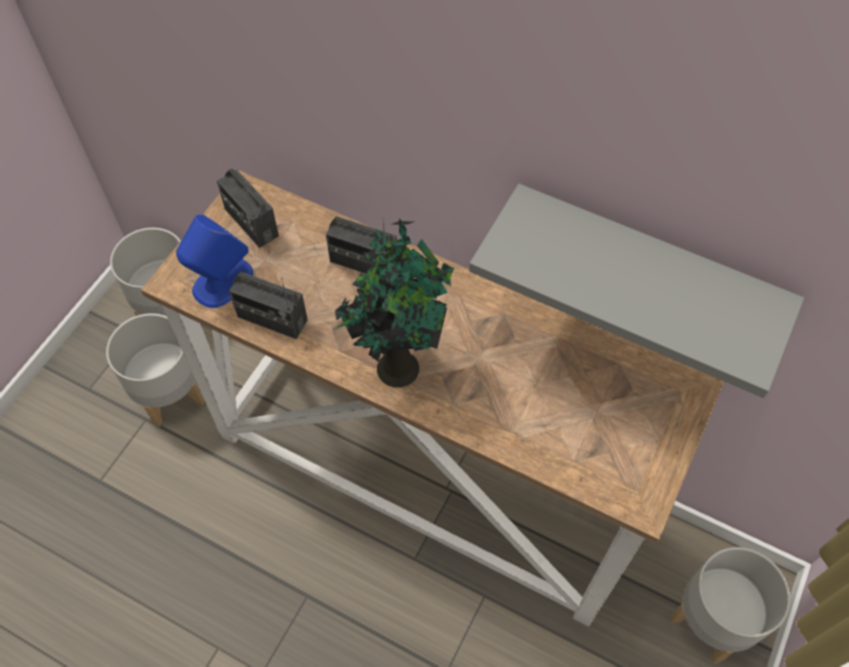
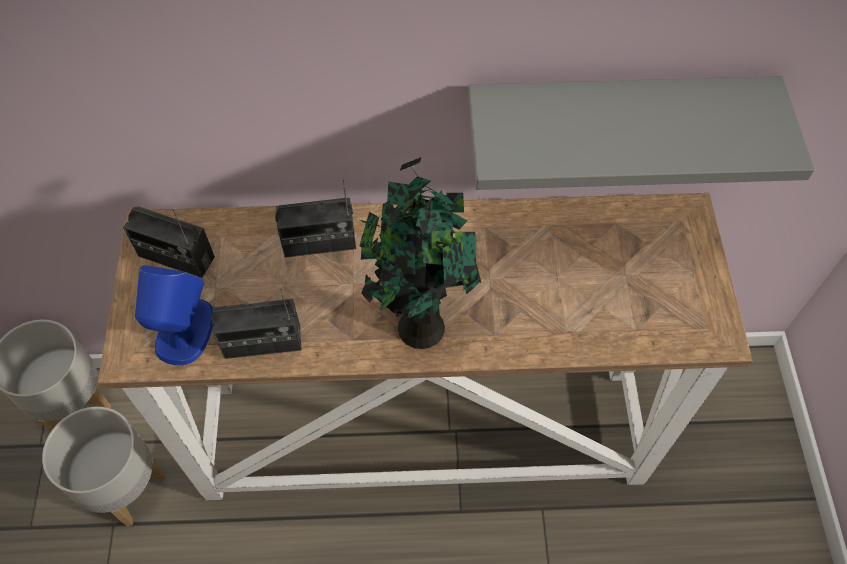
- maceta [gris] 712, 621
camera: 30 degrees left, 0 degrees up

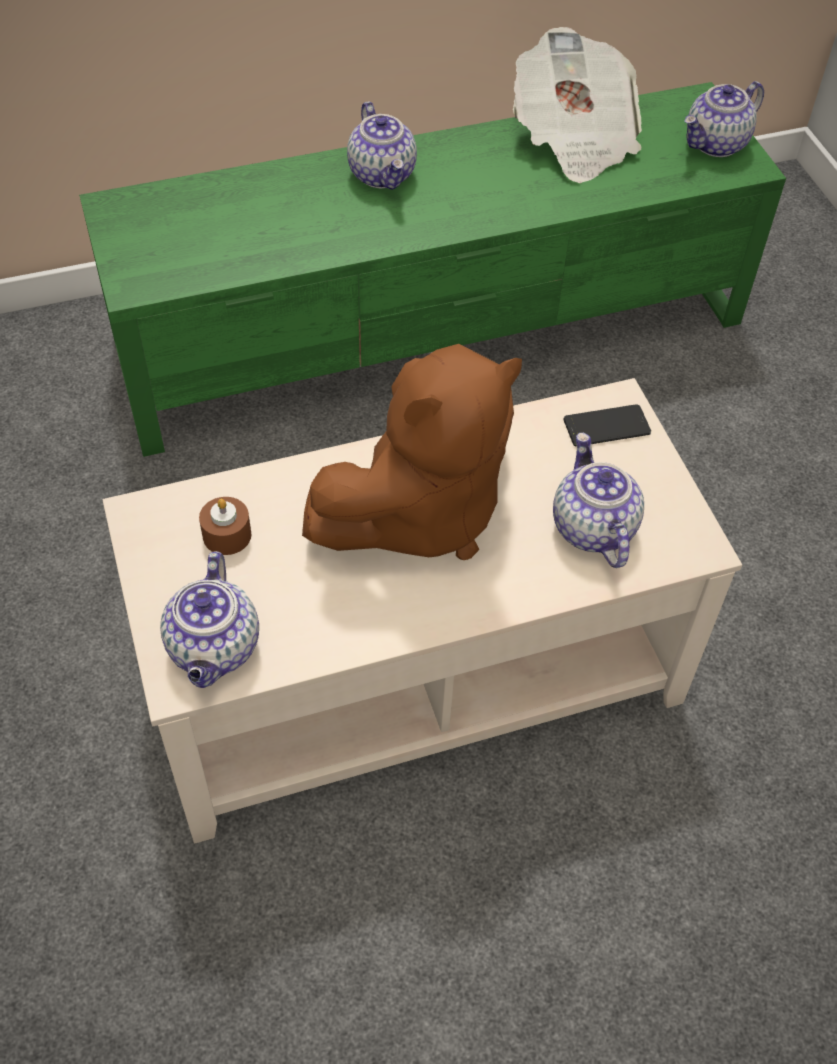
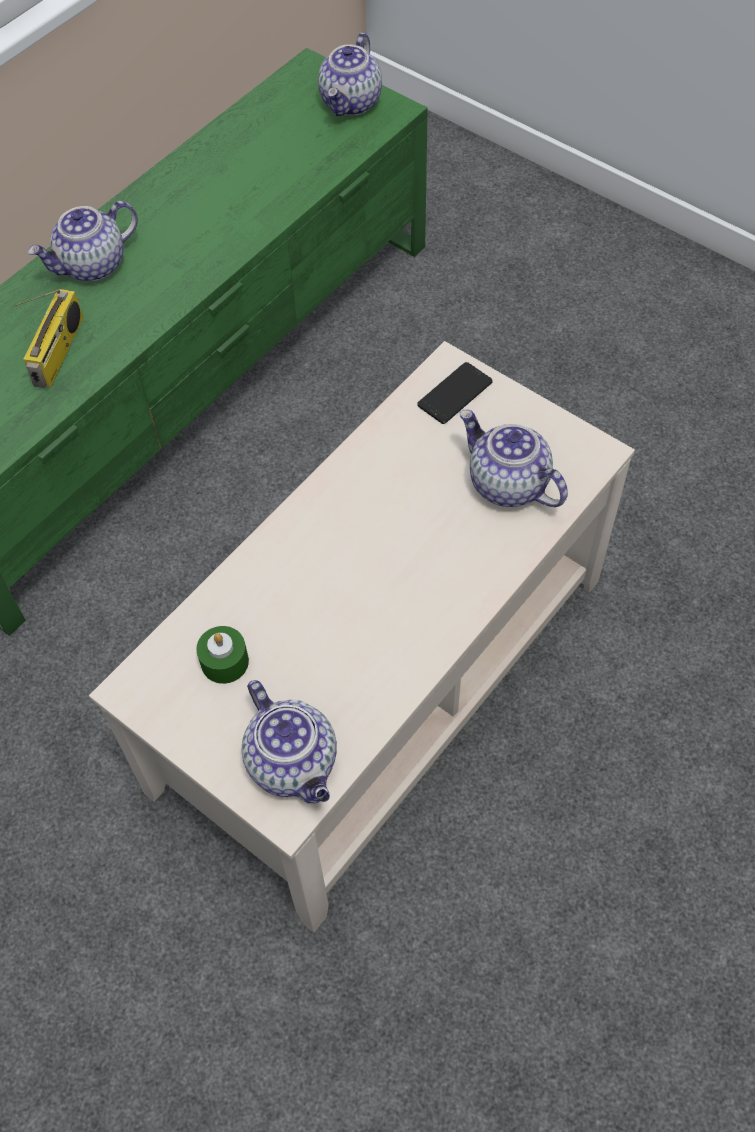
+ radio 59, 352
~ tetera 383, 174 = 93, 265 105 degrees clockwise
~ vela [marrón] 227, 535 to vela [verde] 224, 662
- peluche [marrón] 419, 512
- periódico 574, 138
camera: 30 degrees left, 5 degrees up

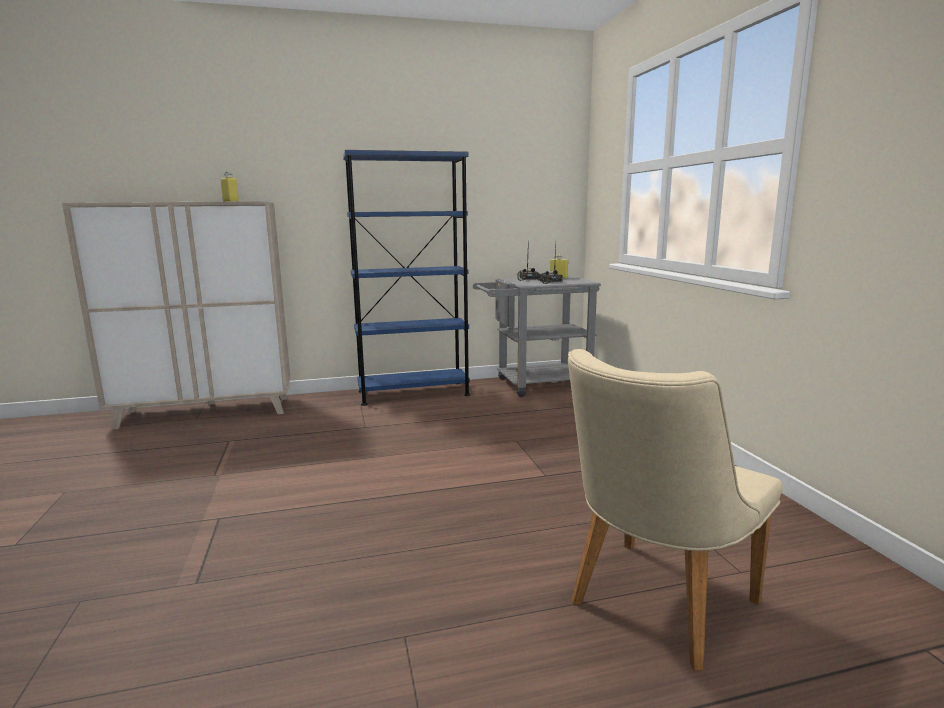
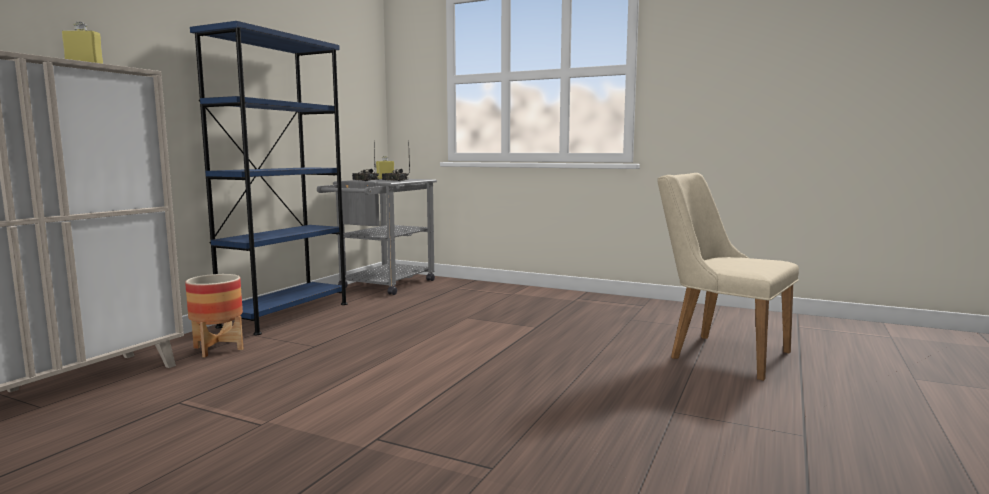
+ maceta 218, 348
~ silla [beis] 652, 608 = 718, 353 135 degrees clockwise
camera: 50 degrees left, 5 degrees down

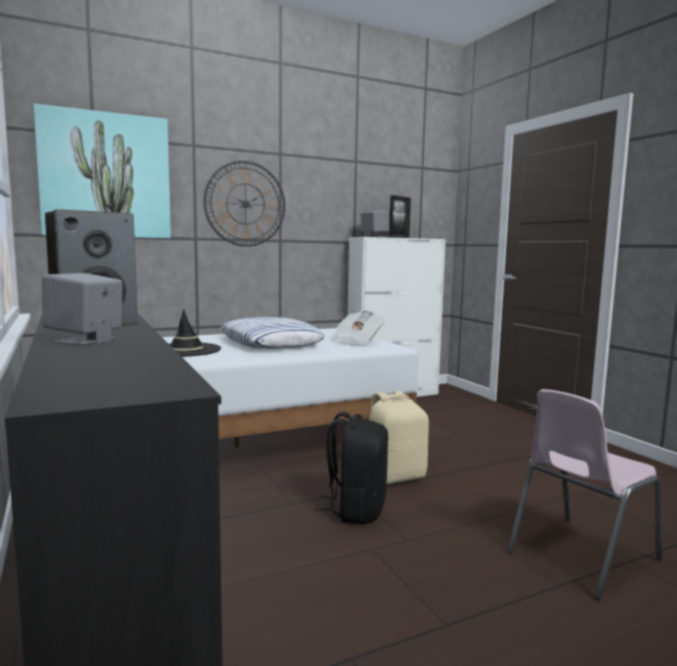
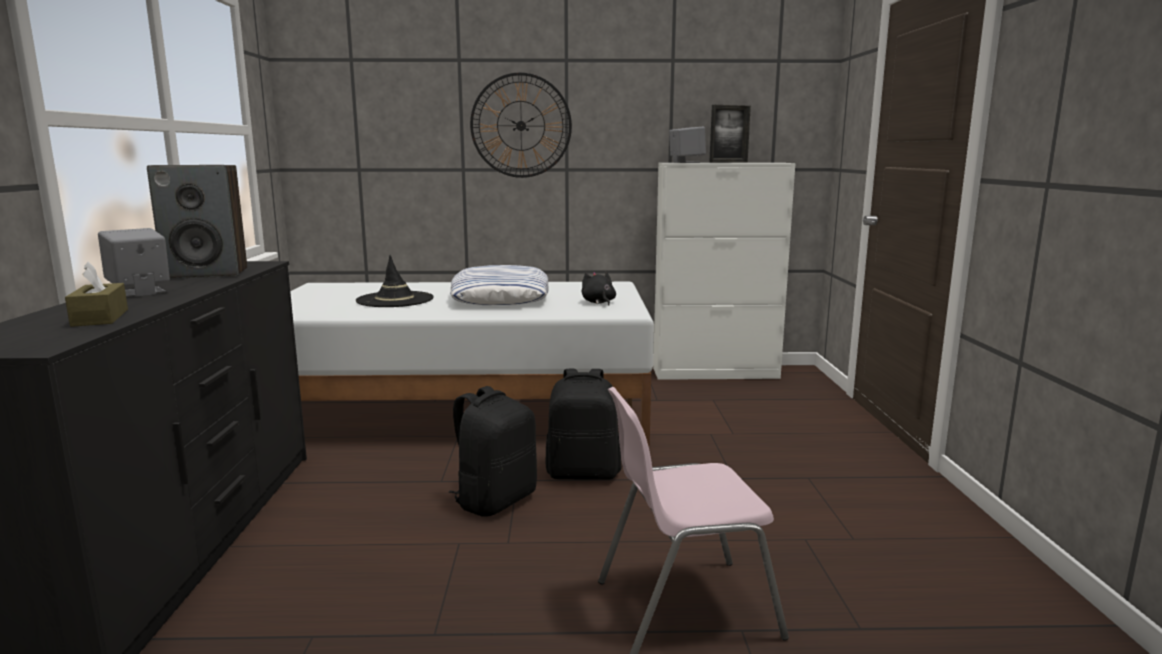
+ caja de pañuelos [marrón] 100, 318
~ mochila [beis] 394, 477 to mochila [negro] 583, 473
~ periódico 357, 342 to peluche [negro] 598, 302
- cuadro 106, 176
camera: 25 degrees right, 5 degrees up

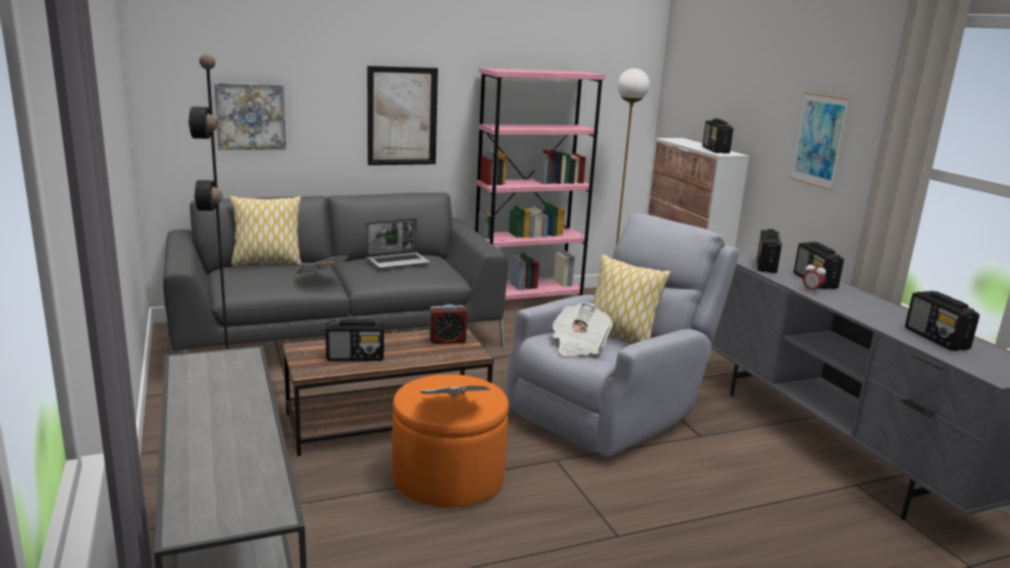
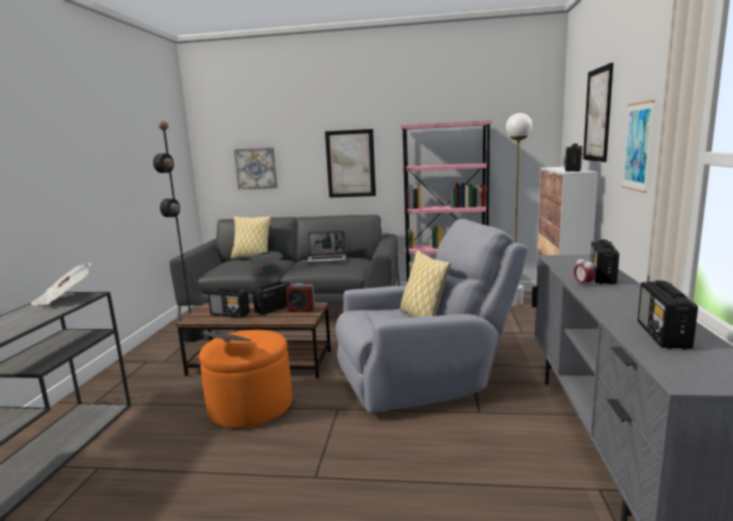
~ periódico 578, 345 to 64, 299
~ radio 766, 266 to 273, 309
+ cuadro 597, 115
camera: 30 degrees right, 5 degrees down

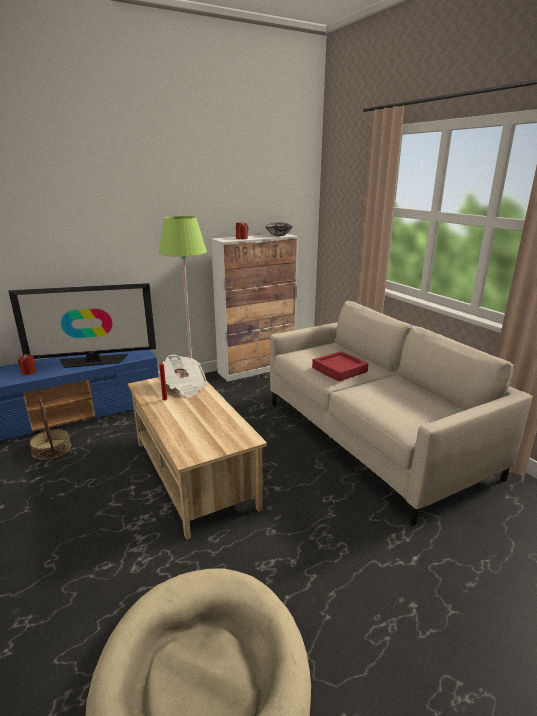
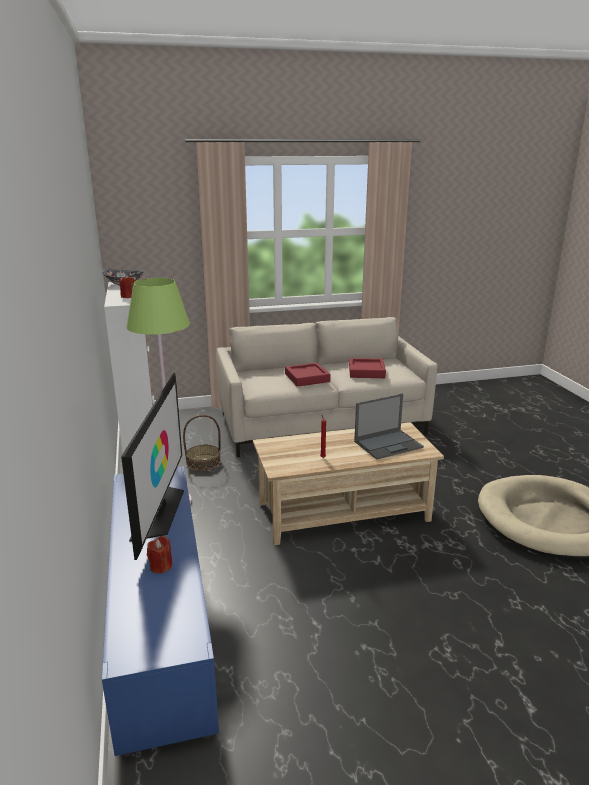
~ cesta 52, 449 to 203, 462
+ bandeja [rojo] 366, 372
+ portátil 389, 444
- periódico 184, 387
camera: 75 degrees left, 0 degrees up

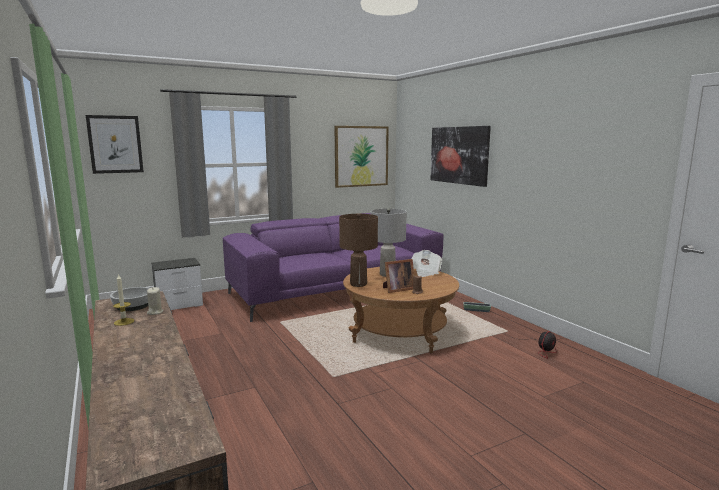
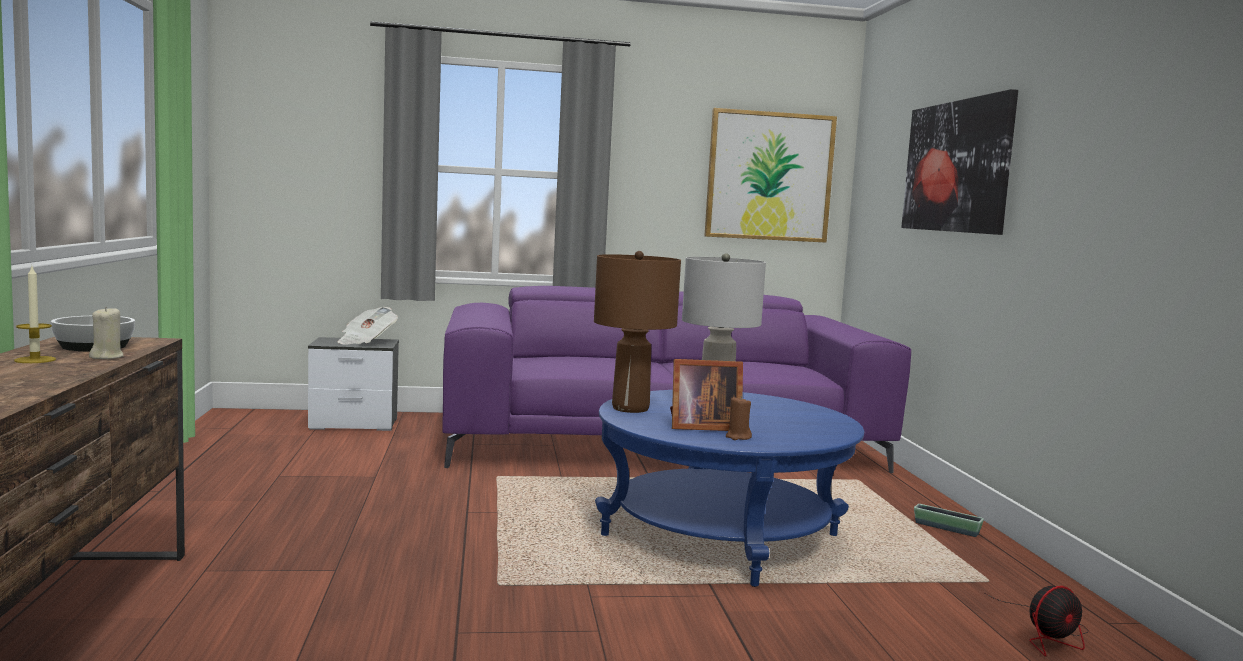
~ periódico 425, 272 to 366, 341
~ mesa de centro [marrón] 399, 332 to mesa de centro [azul] 721, 536
- cuadro 115, 144
camera: 20 degrees right, 5 degrees down

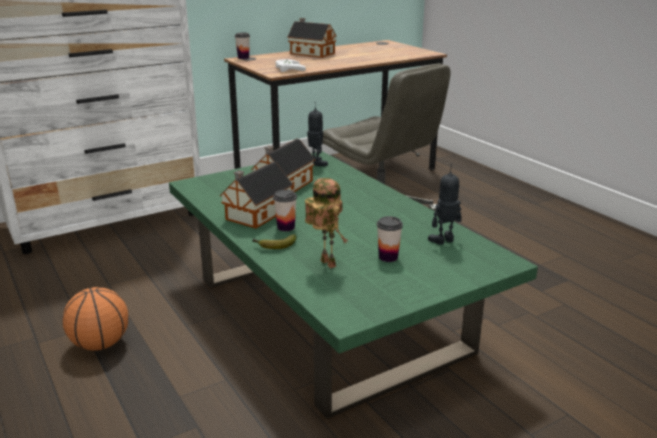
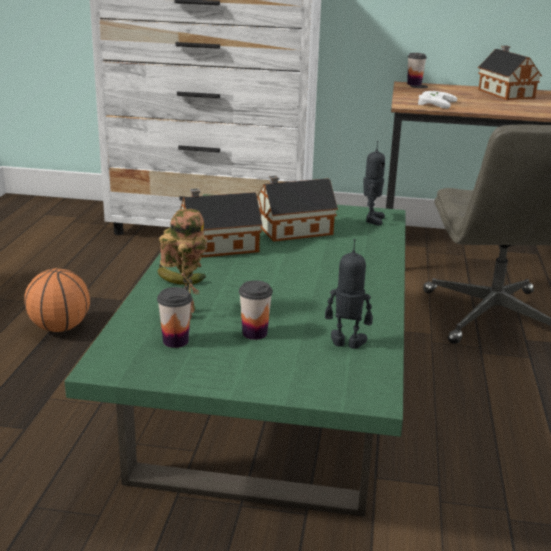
~ taza 286, 227 to 175, 341
camera: 40 degrees right, 0 degrees up

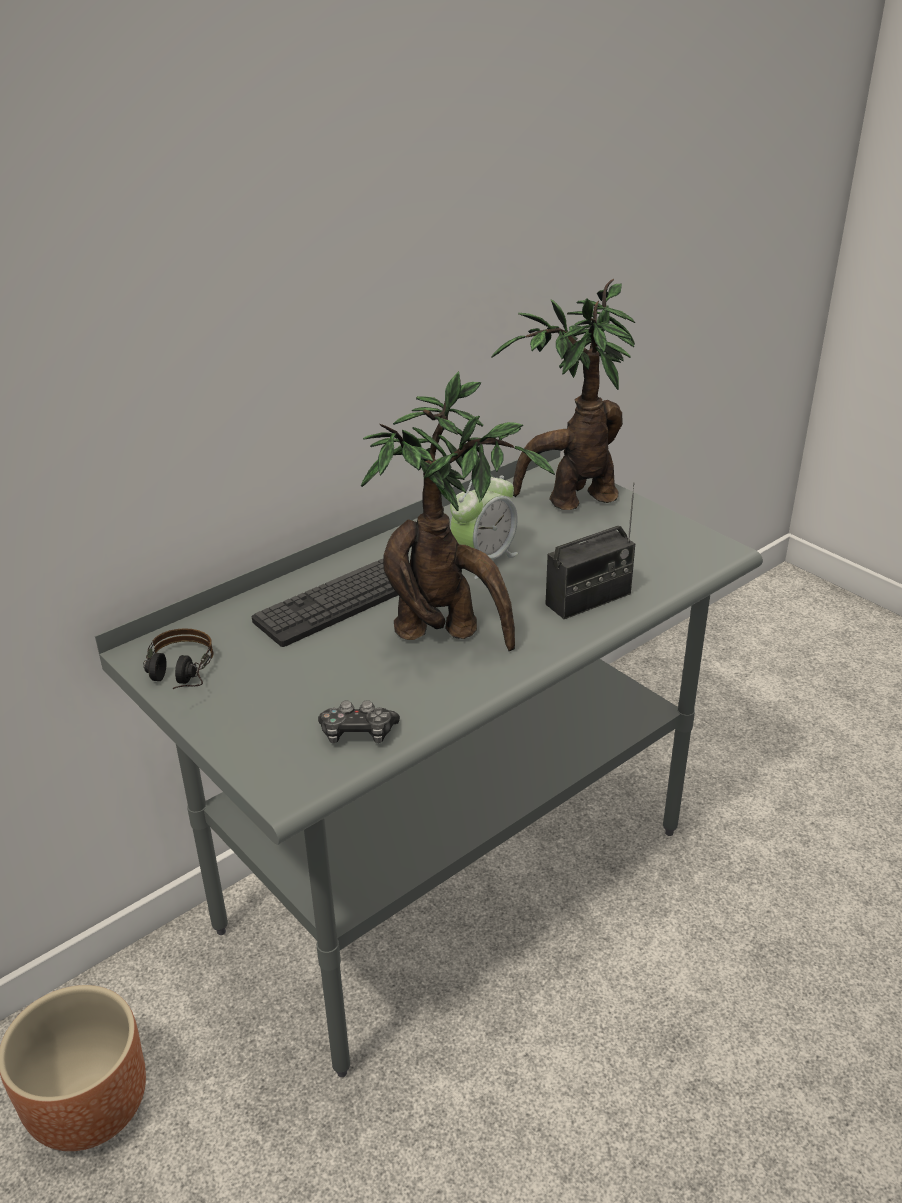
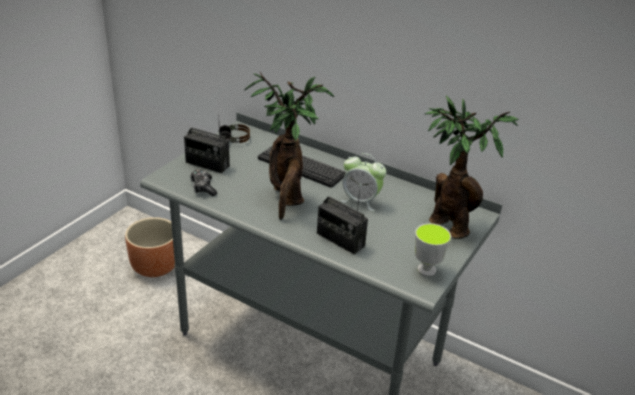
+ radio 207, 164
+ taza 426, 270
camera: 70 degrees right, 0 degrees up

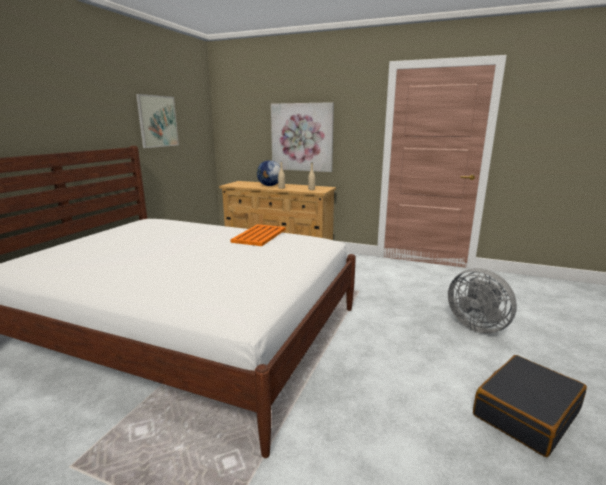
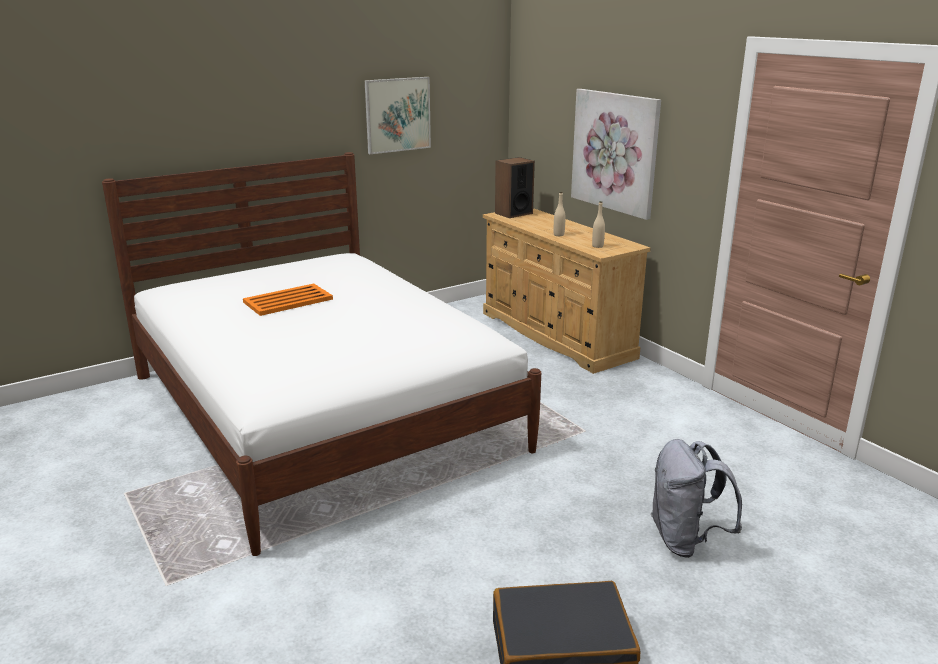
~ bandeja [naranja] 260, 235 to 289, 300
+ altavoz 513, 213
~ ventilador [gris] 477, 325 to mochila [gris] 686, 540
- globo terráqueo 269, 185
camera: 35 degrees right, 5 degrees up

